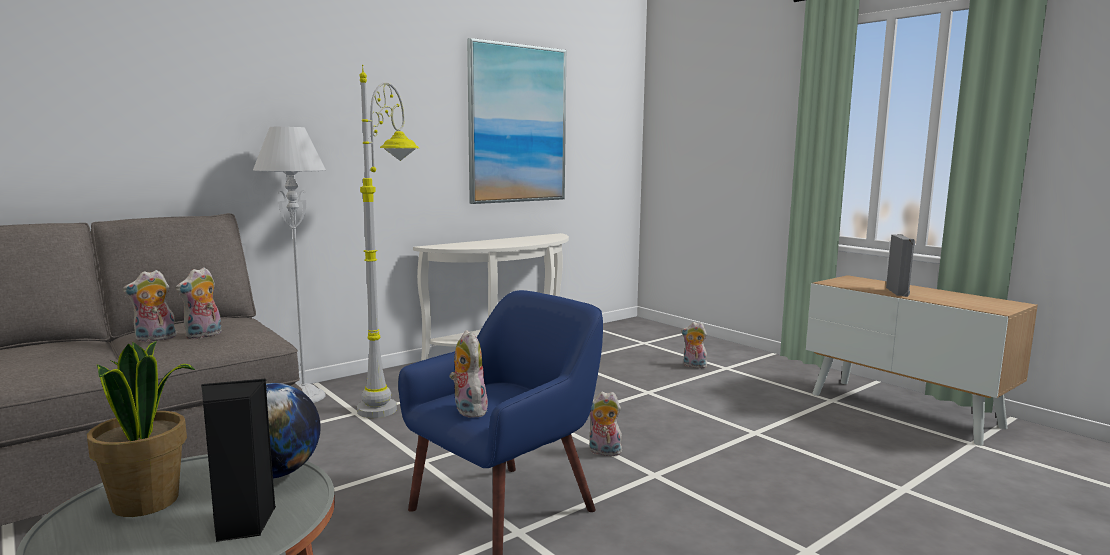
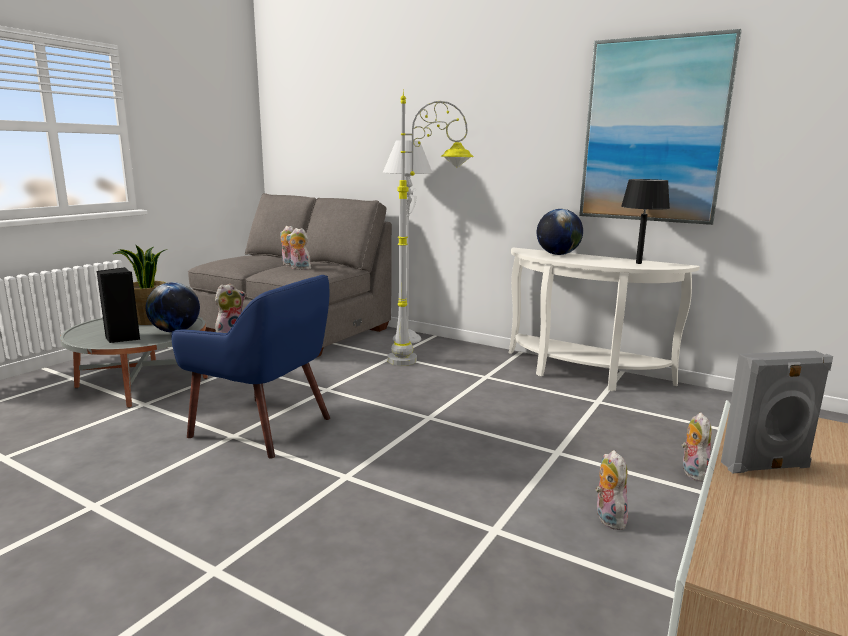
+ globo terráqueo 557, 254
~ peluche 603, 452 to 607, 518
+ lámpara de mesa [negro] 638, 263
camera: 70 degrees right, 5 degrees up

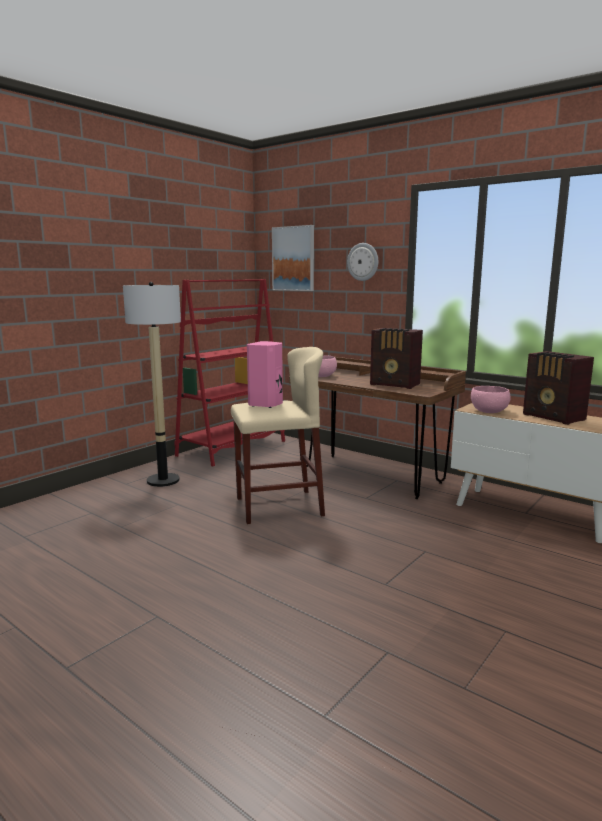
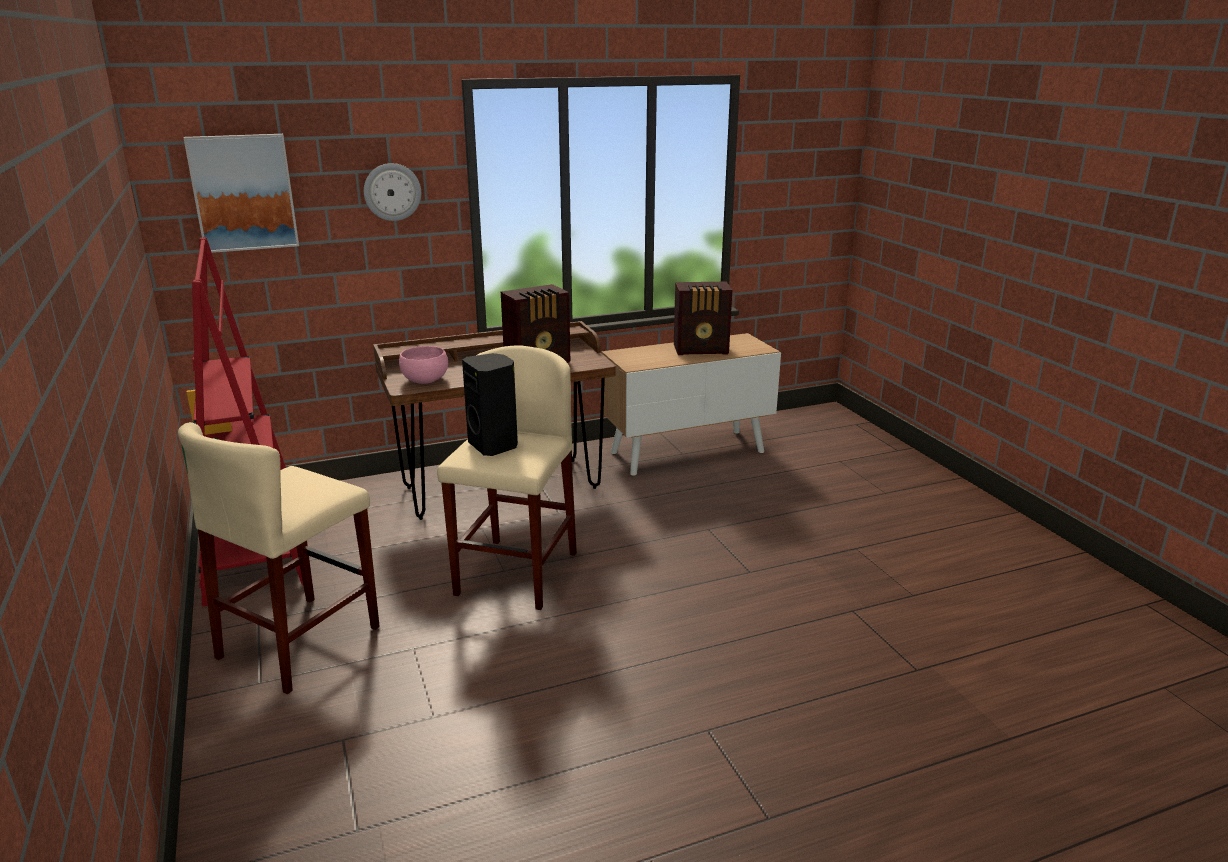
~ lámpara de pie 163, 480 to taburete [beis] 300, 642
~ altavoz [rosa] 266, 404 to altavoz [negro] 494, 446
- cuenco [rosa] 489, 411
camera: 60 degrees left, 10 degrees up

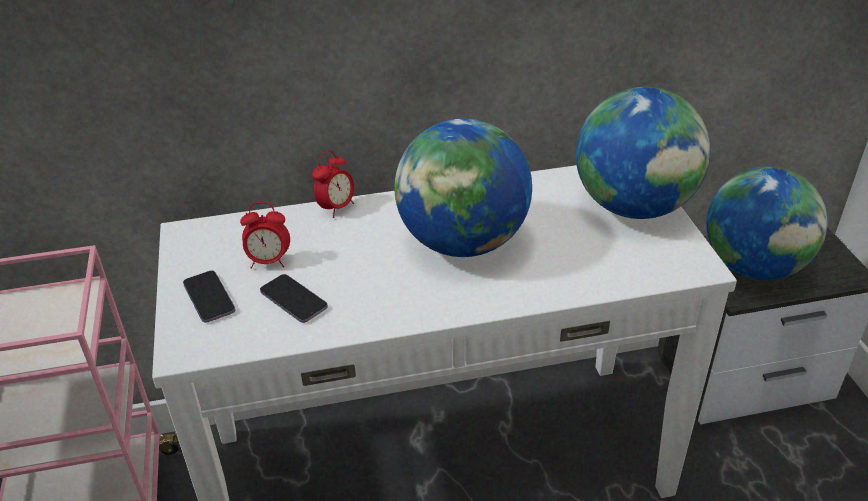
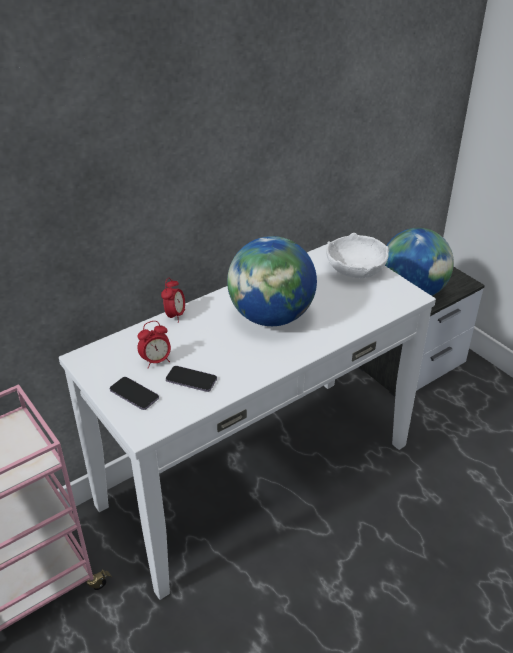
~ globo terráqueo 633, 206 to cuenco [blanco] 356, 270
camera: 25 degrees left, 0 degrees up

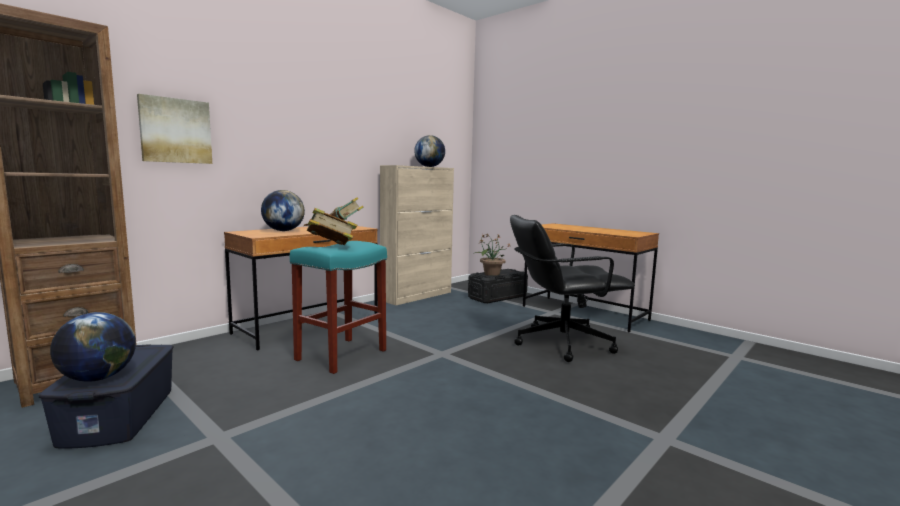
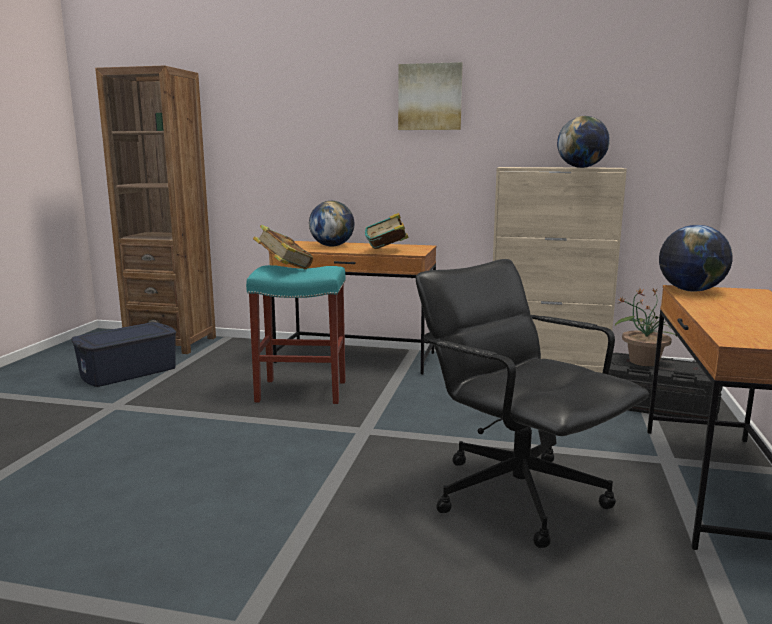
~ cuadro 175, 131 to 430, 97
~ globo terráqueo 97, 378 to 690, 290
camera: 60 degrees right, 5 degrees up

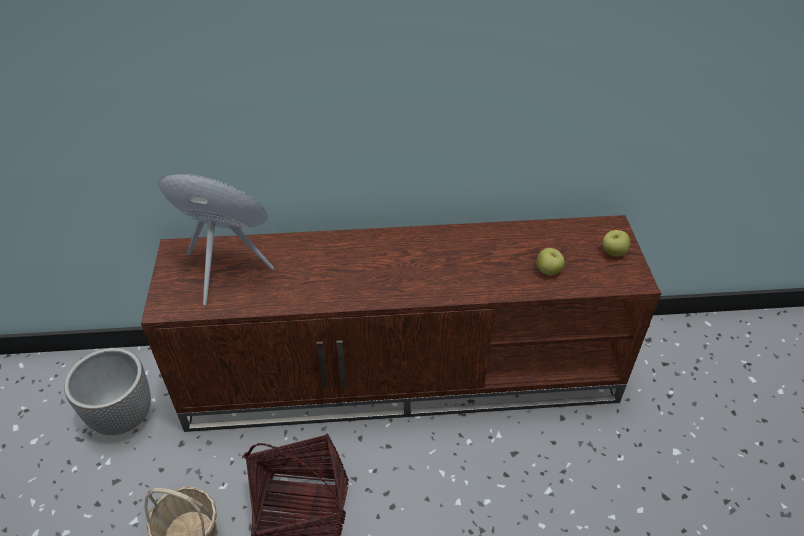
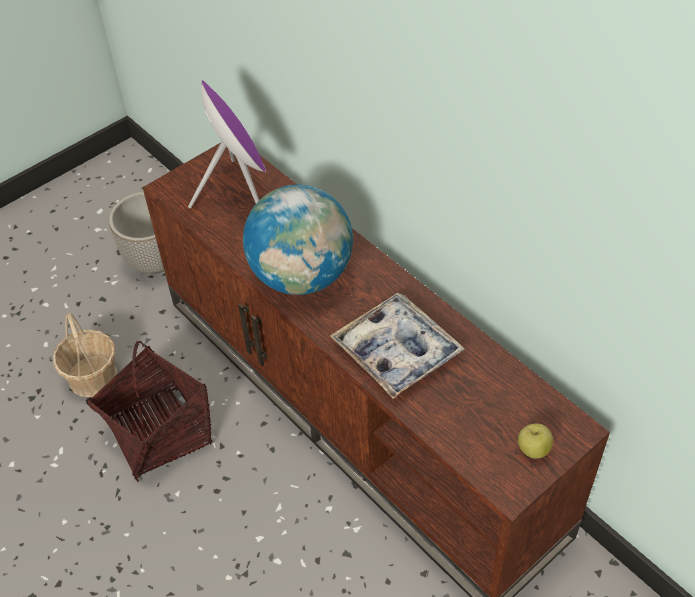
+ globo terráqueo 301, 276
+ bandeja 396, 351
- manzana 548, 271
camera: 55 degrees right, 5 degrees up

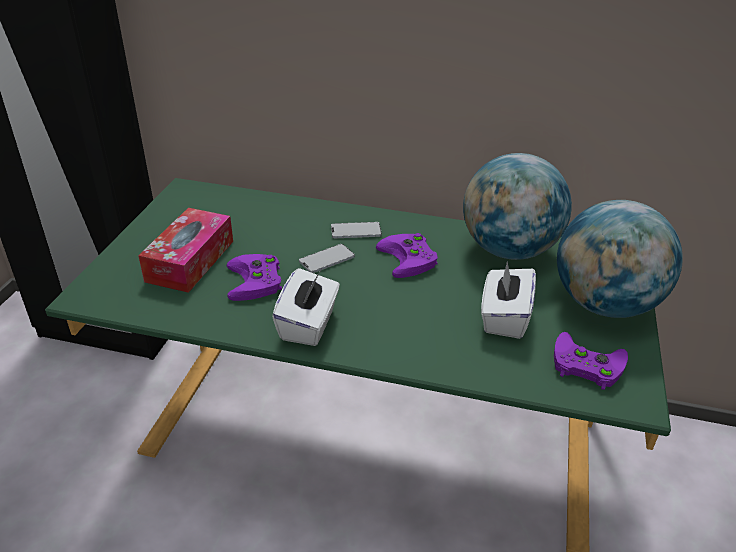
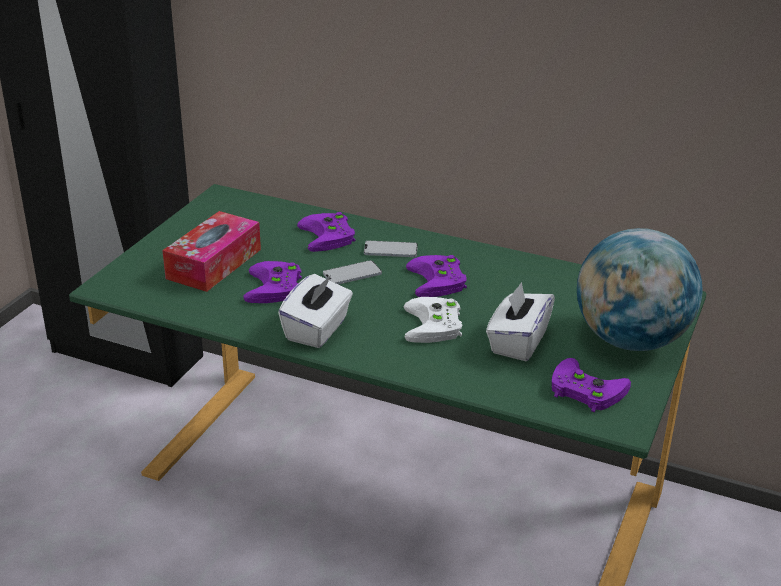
+ mando de consola [morado] 330, 237
+ mando de consola [blanco] 435, 326
- globo terráqueo 508, 250
camera: 10 degrees right, 5 degrees down

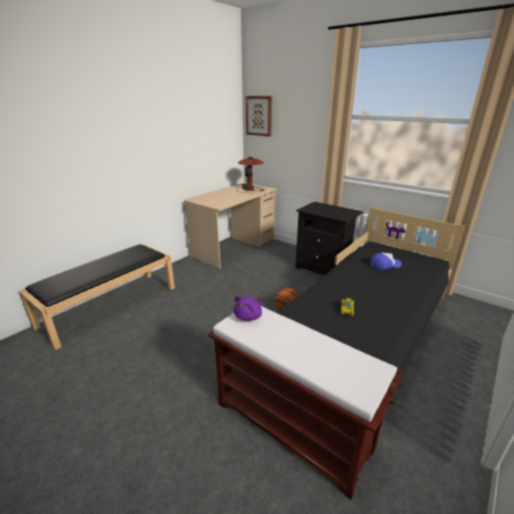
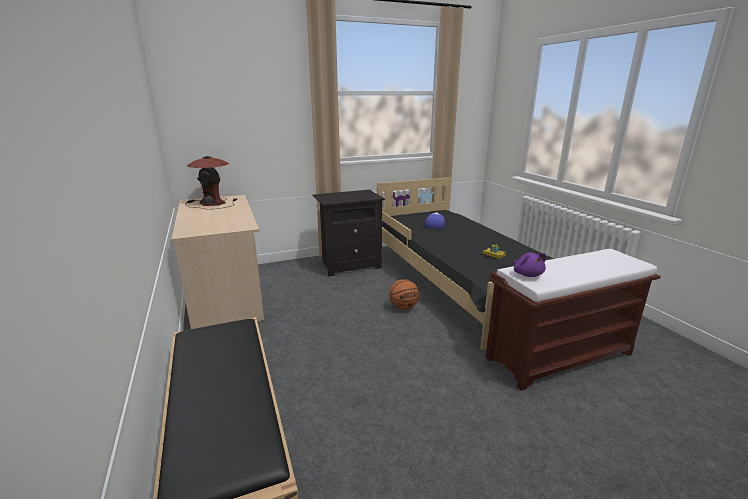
- cuadro 259, 116
camera: 60 degrees left, 5 degrees down

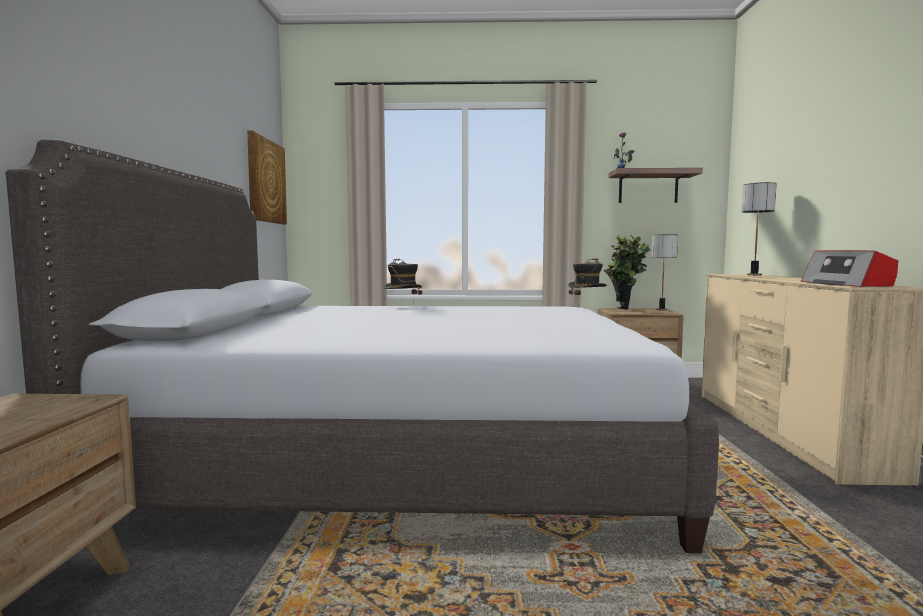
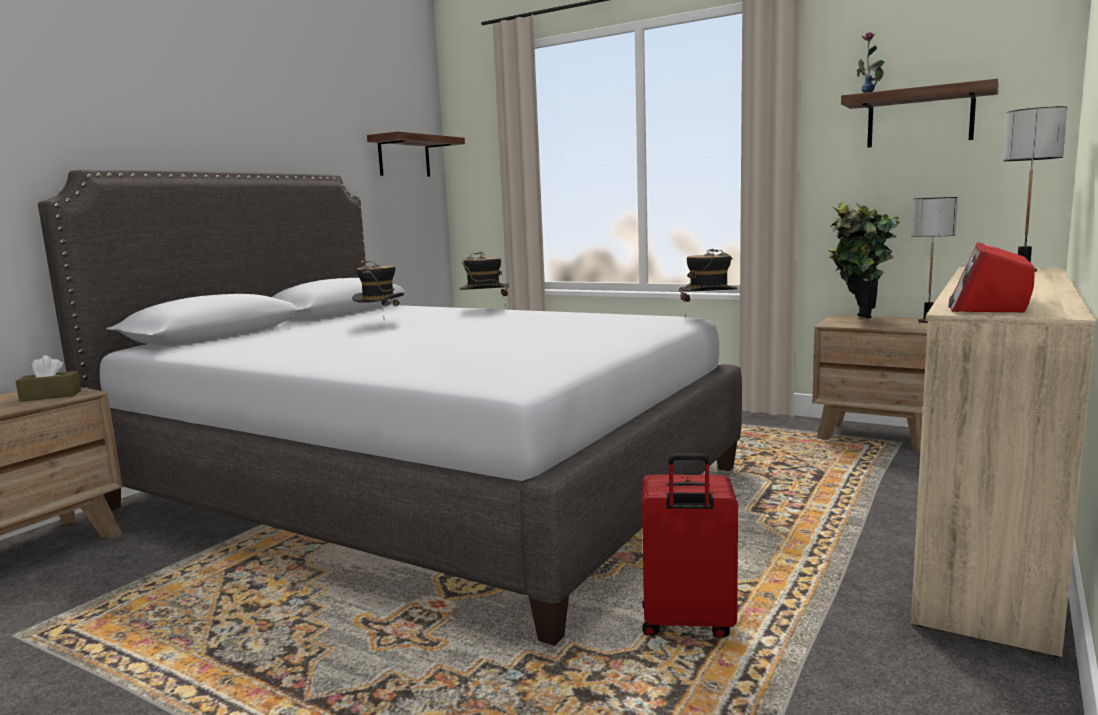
+ caja de pañuelos [marrón] 51, 396
+ sombrero 380, 324
~ cuadro 266, 181 to estante 404, 157
+ maleta [rojo] 687, 624
camera: 30 degrees right, 5 degrees up

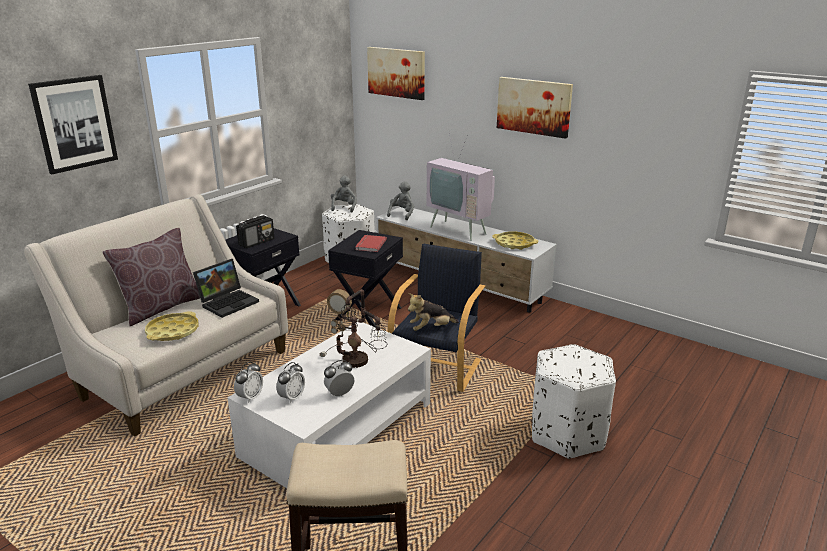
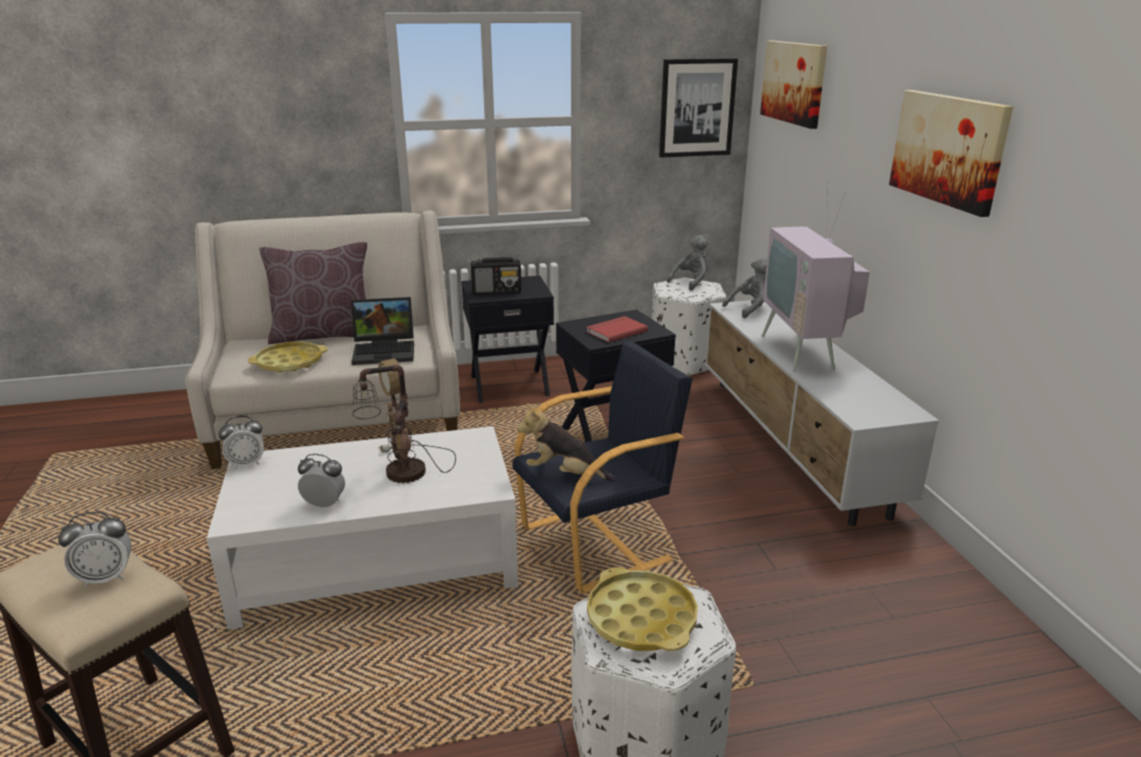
~ despertador 292, 397 to 106, 577
~ bandeja [amarillo] 514, 244 to 641, 618
~ cuadro 74, 123 to 697, 108
camera: 40 degrees right, 0 degrees up

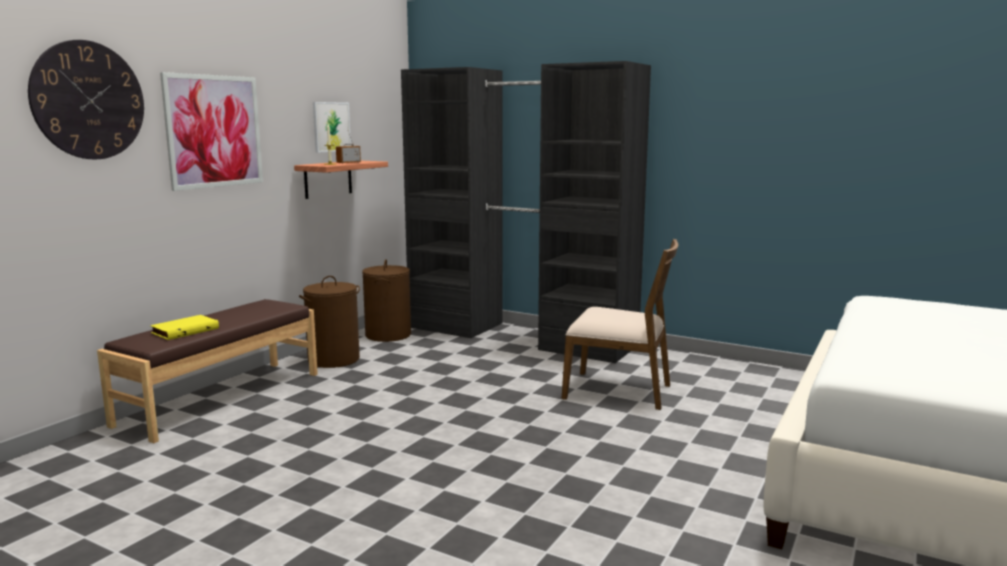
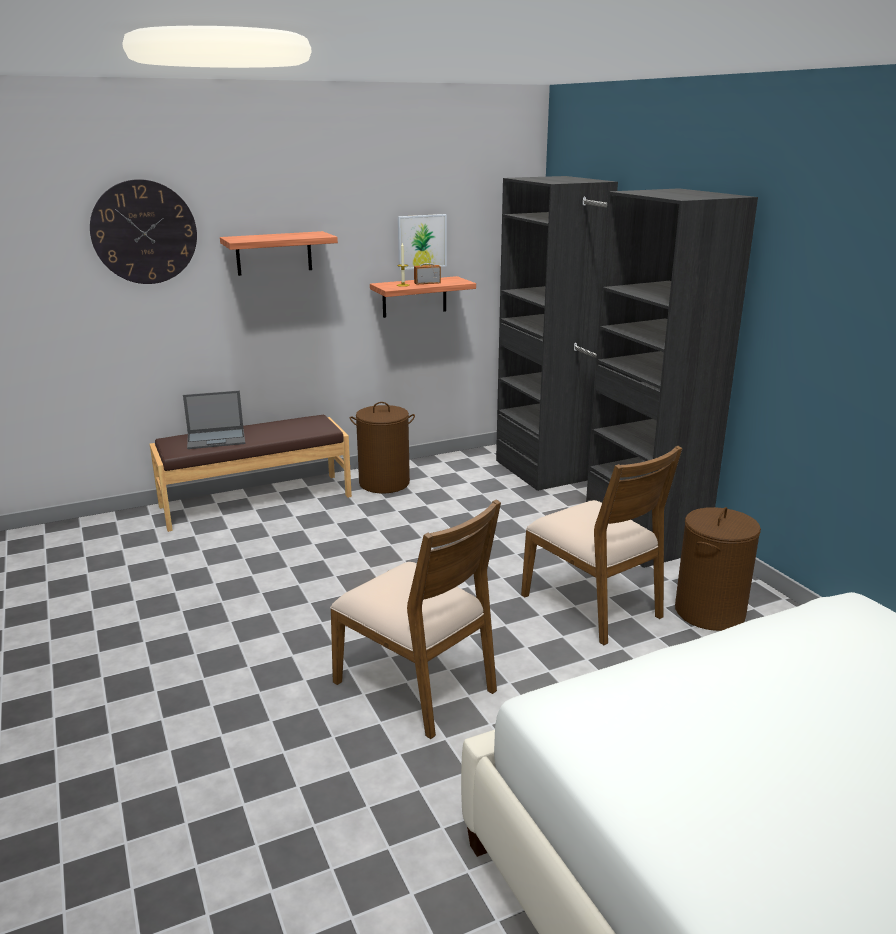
~ libro [amarillo] 185, 330 to portátil 217, 439
~ cuadro 214, 131 to estante 274, 253
+ silla [marrón] 417, 685
~ cesto de la ropa [marrón] 388, 335 to 709, 612
camera: 35 degrees right, 10 degrees up

